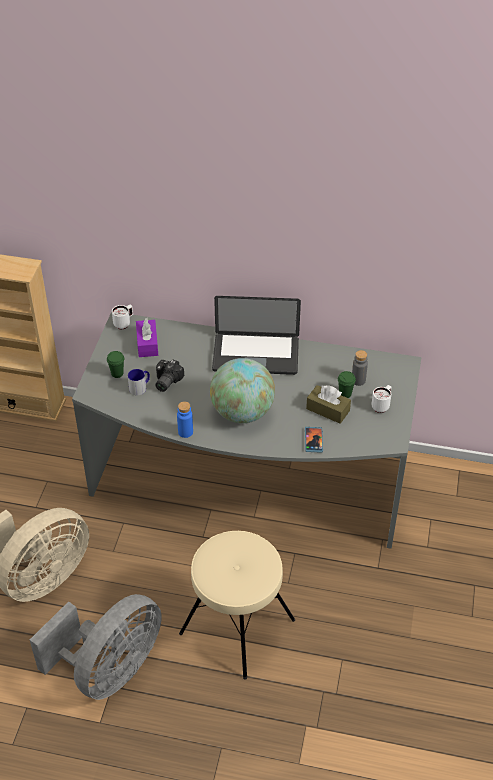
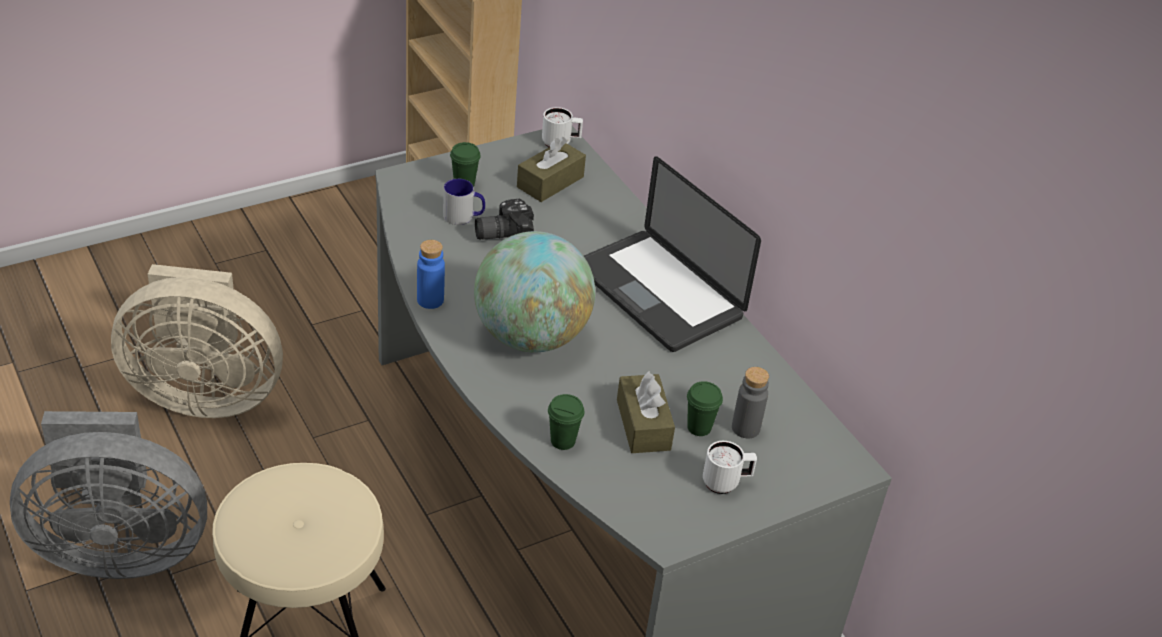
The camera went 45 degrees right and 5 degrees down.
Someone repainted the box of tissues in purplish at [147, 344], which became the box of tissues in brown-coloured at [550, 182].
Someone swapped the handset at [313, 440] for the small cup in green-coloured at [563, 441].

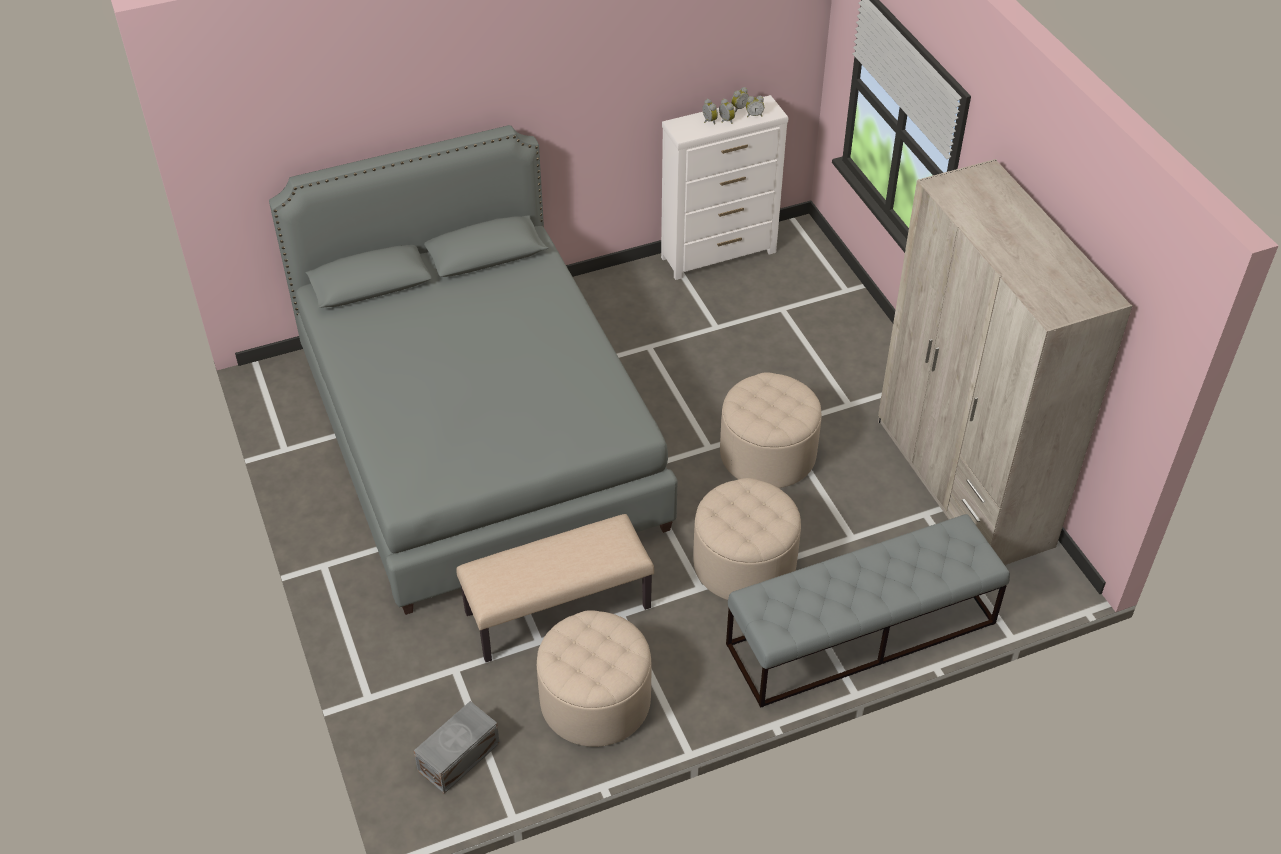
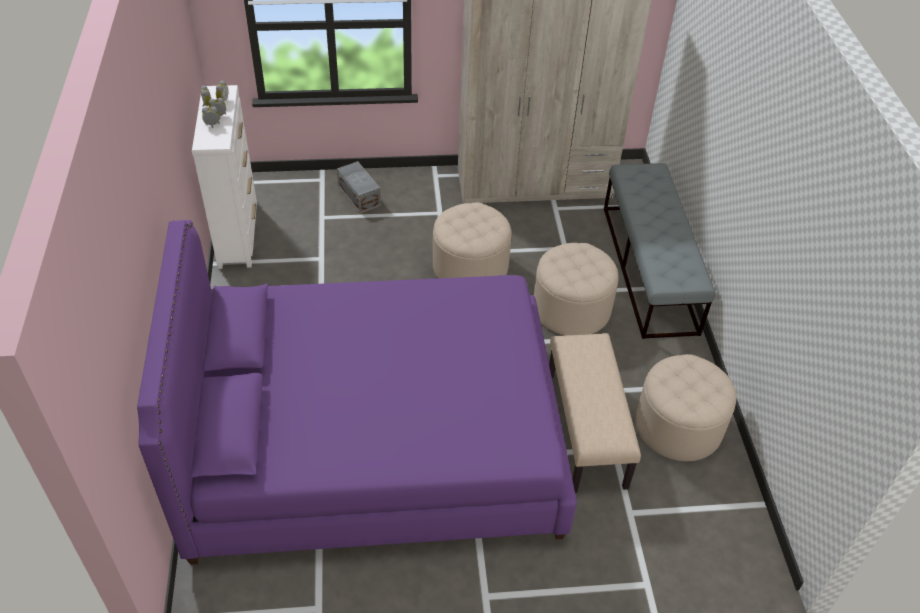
The camera went 75 degrees left and 0 degrees up.
Someone repainted the sleeping bed in grey at [479, 438], which became the sleeping bed in purplish at [374, 442].
Someone carried the storage container in grey from [460, 757] to [359, 195].

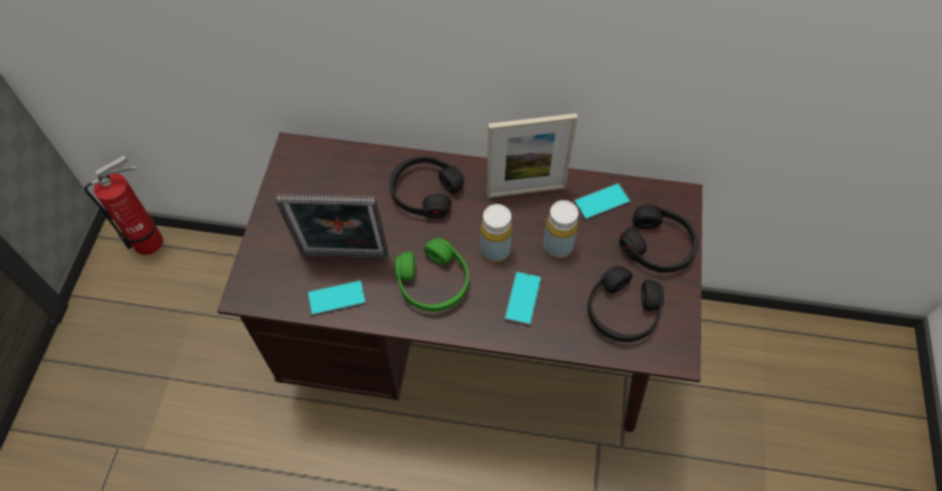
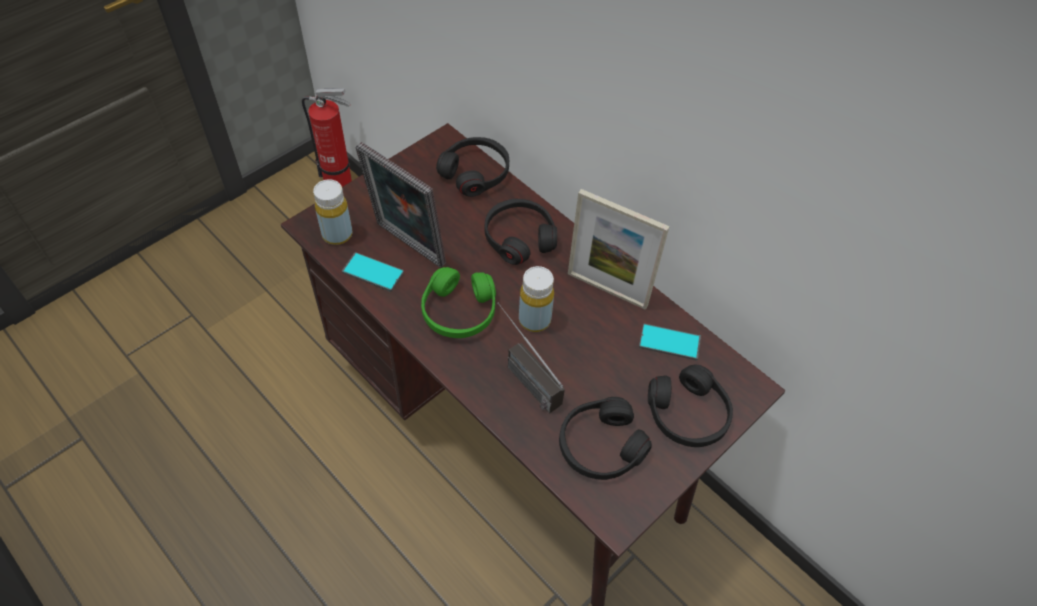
The camera went 35 degrees right and 5 degrees down.
Someone swapped the handset at [523, 299] for the radio at [521, 374].
Someone carried the drink bottle in yellow-coloured from [557, 246] to [337, 234].
Someone put down the headphones in black at [475, 172].

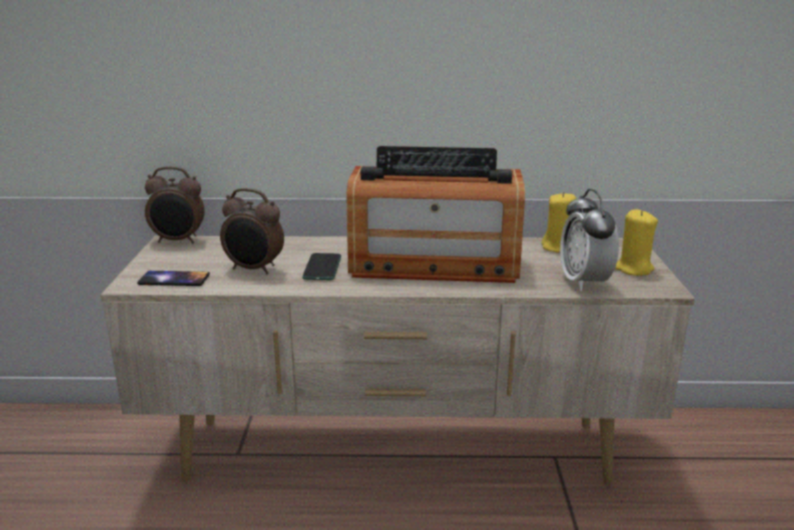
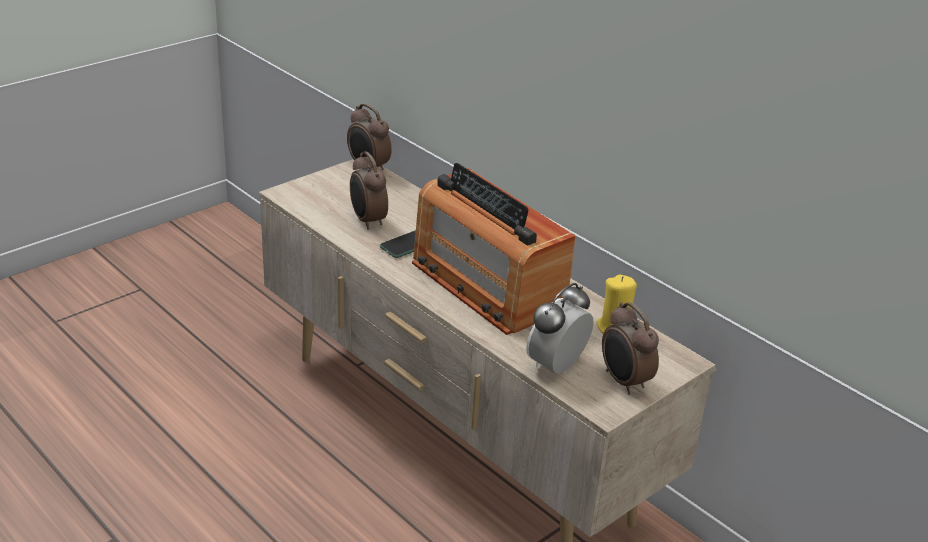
The camera went 45 degrees right and 10 degrees up.
Someone took away the handset at [174, 279].
Someone swapped the candle in yellow-coloured at [633, 269] for the alarm clock at [624, 382].

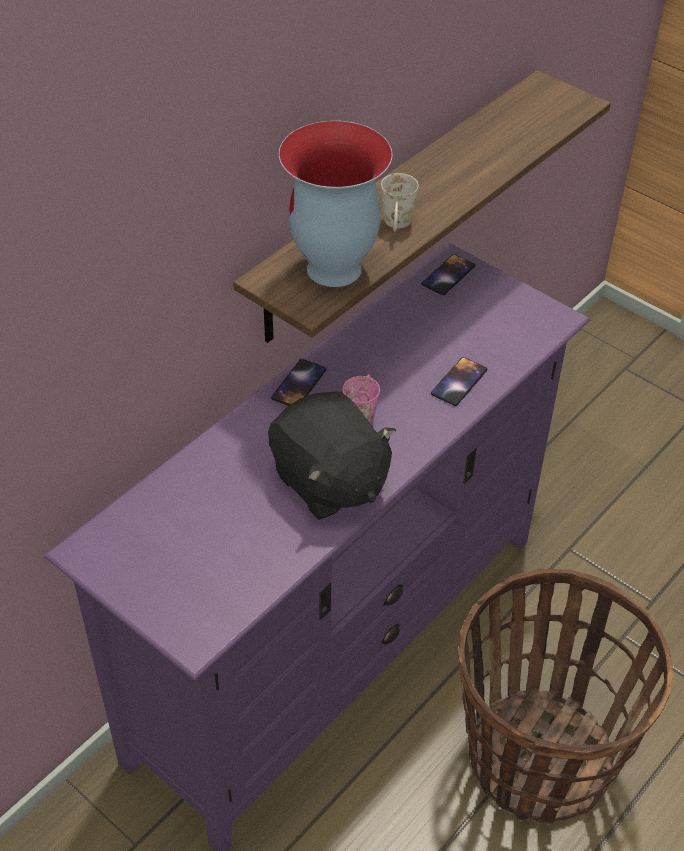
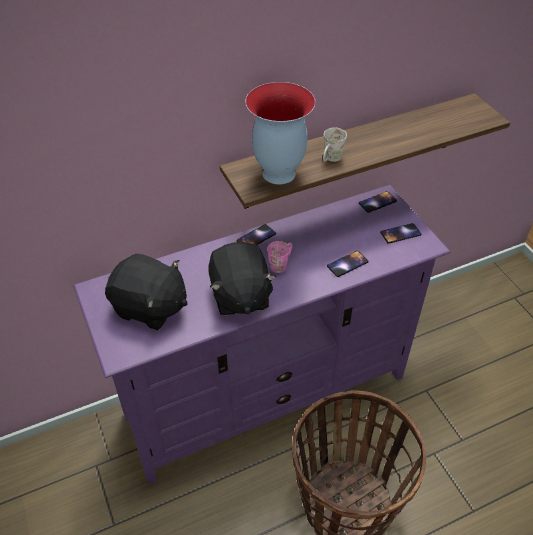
The camera went 25 degrees right and 0 degrees up.
Someone put down the soft toy in black at [150, 307].
Someone put down the handset at [400, 233].

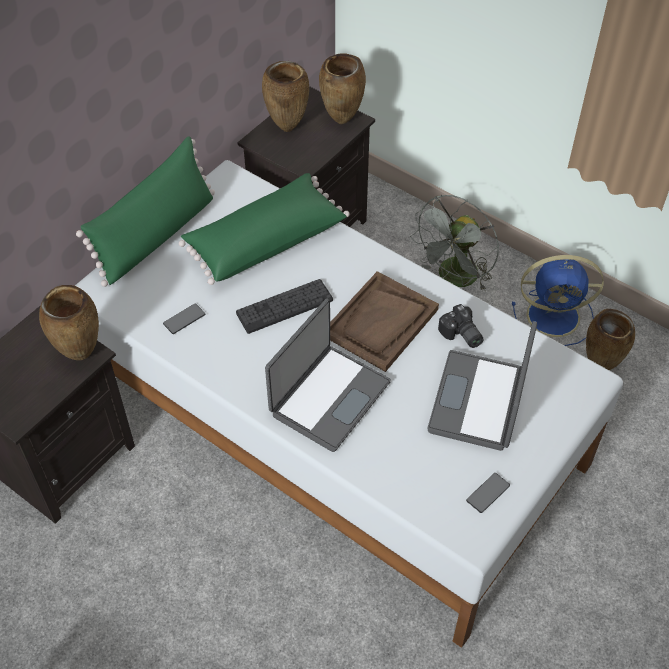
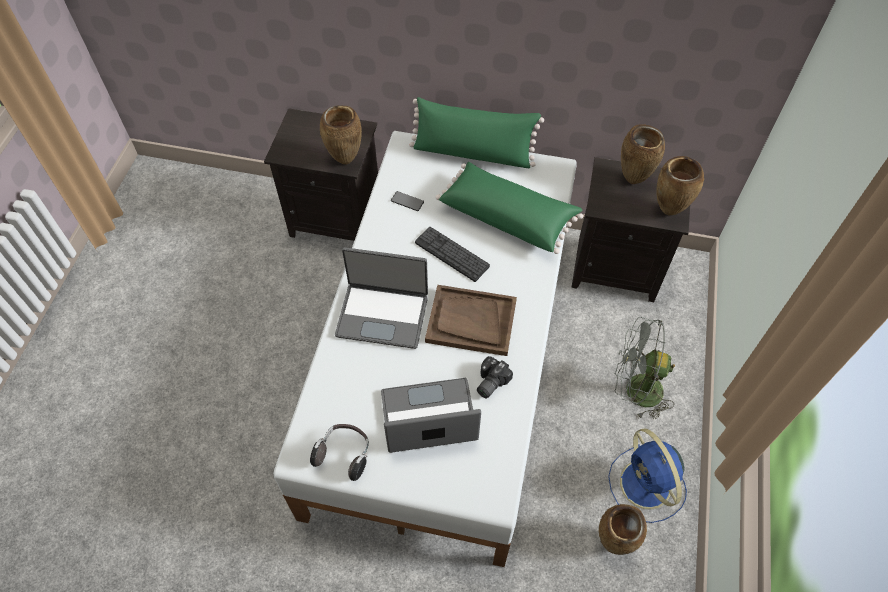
The camera went 65 degrees right and 5 degrees up.
Someone swapped the handset at [488, 493] for the headphones at [344, 454].

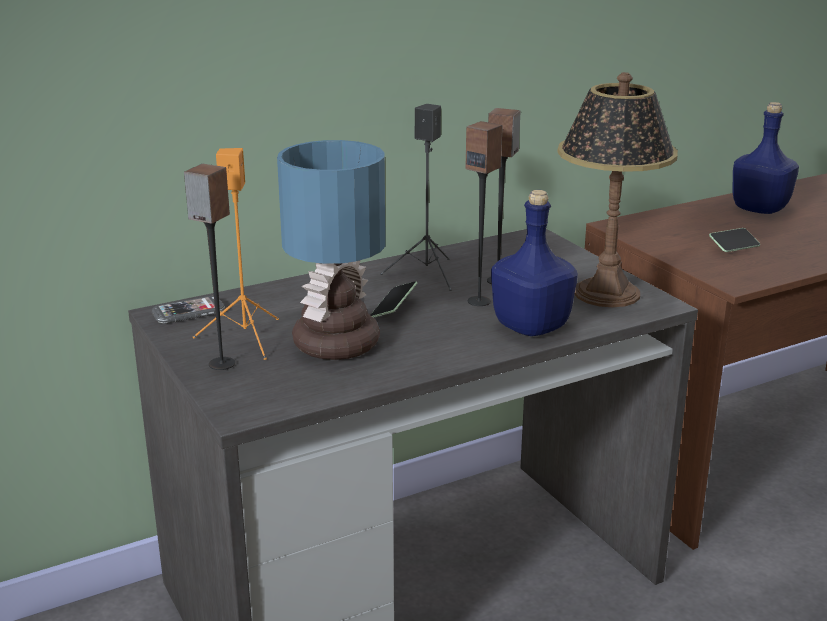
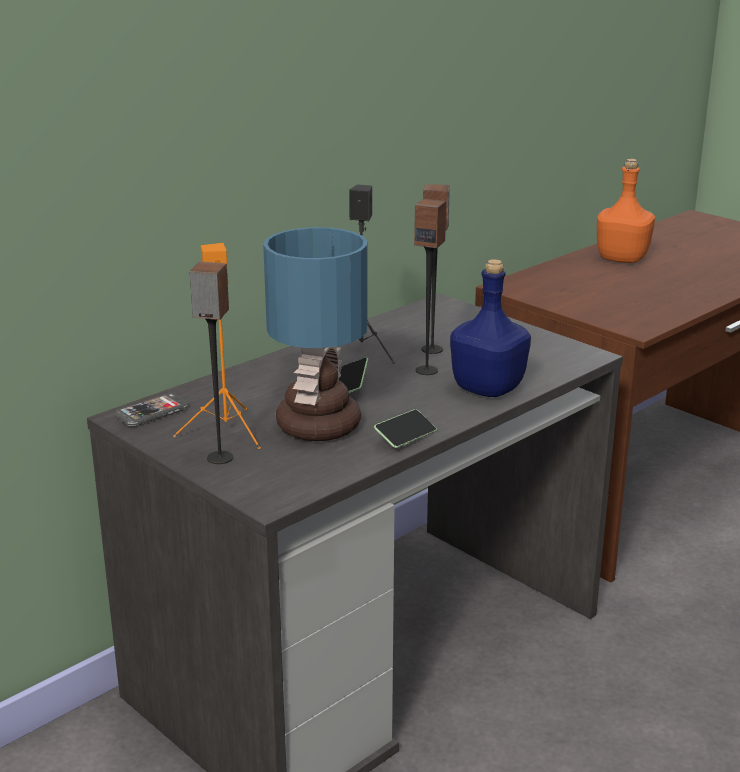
The camera went 15 degrees left and 0 degrees up.
Someone took away the table lamp at [606, 293].
Someone carried the handset from [733, 247] to [405, 437].
Someone repainted the drink bottle in bluish at [761, 209], which became the drink bottle in orangey at [623, 259].

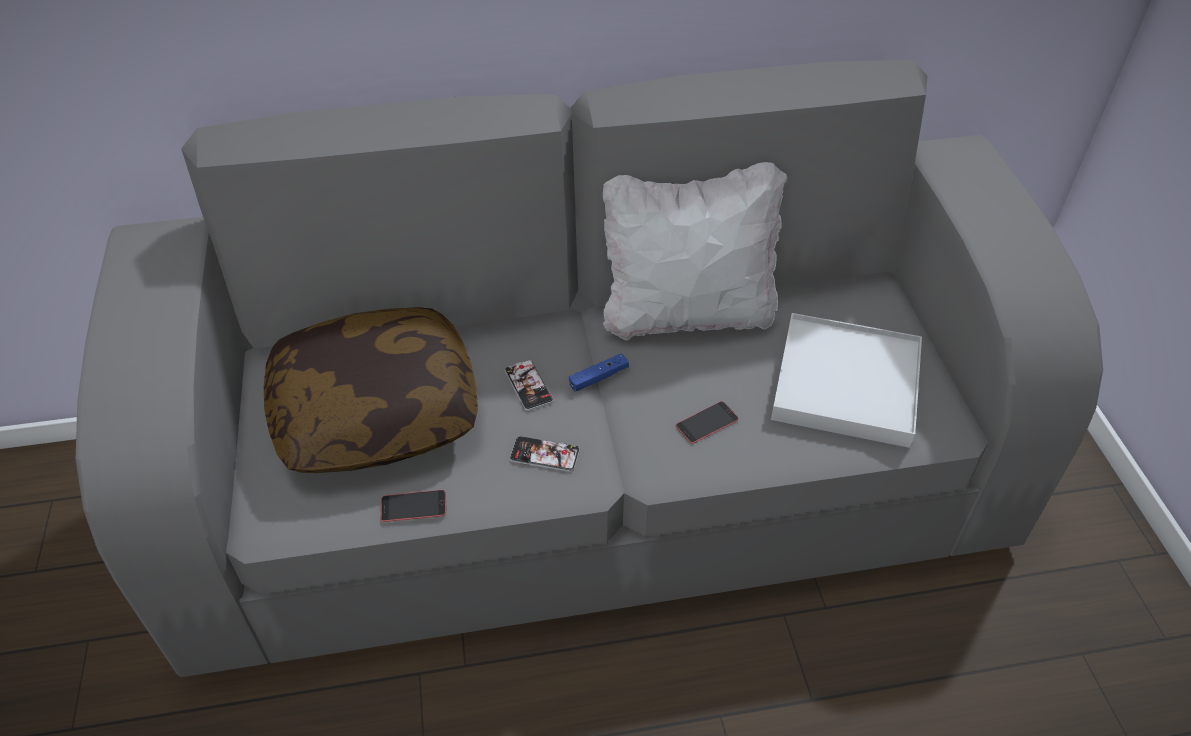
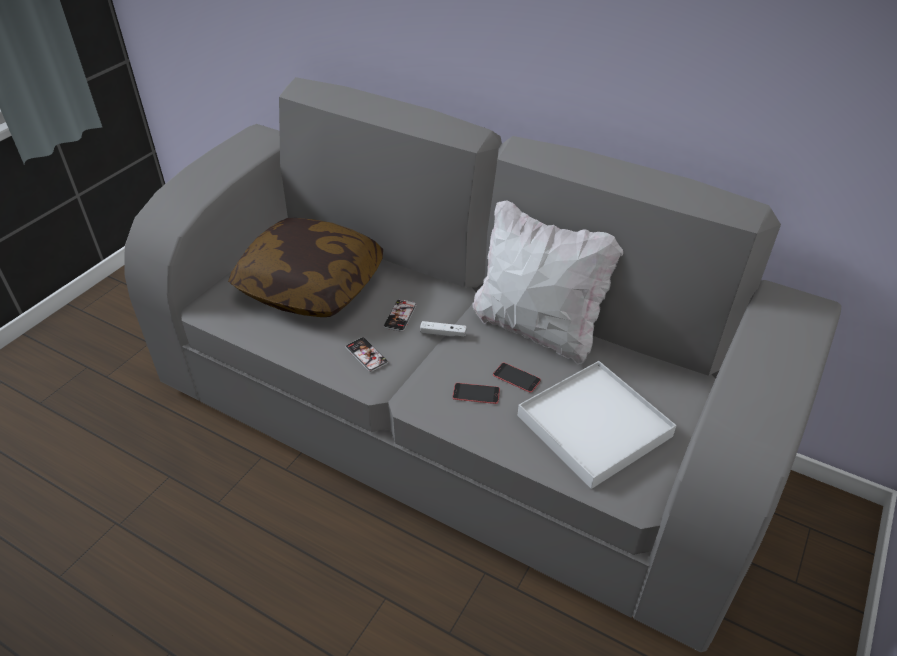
The camera went 40 degrees right and 5 degrees down.
Someone carried the handset from [413, 506] to [516, 378].
Someone repainted the game controller in bluish at [598, 377], which became the game controller in white-coloured at [443, 333].

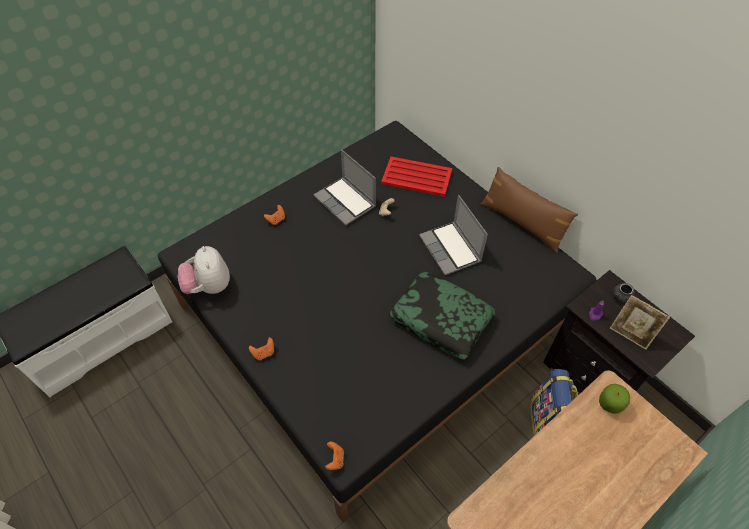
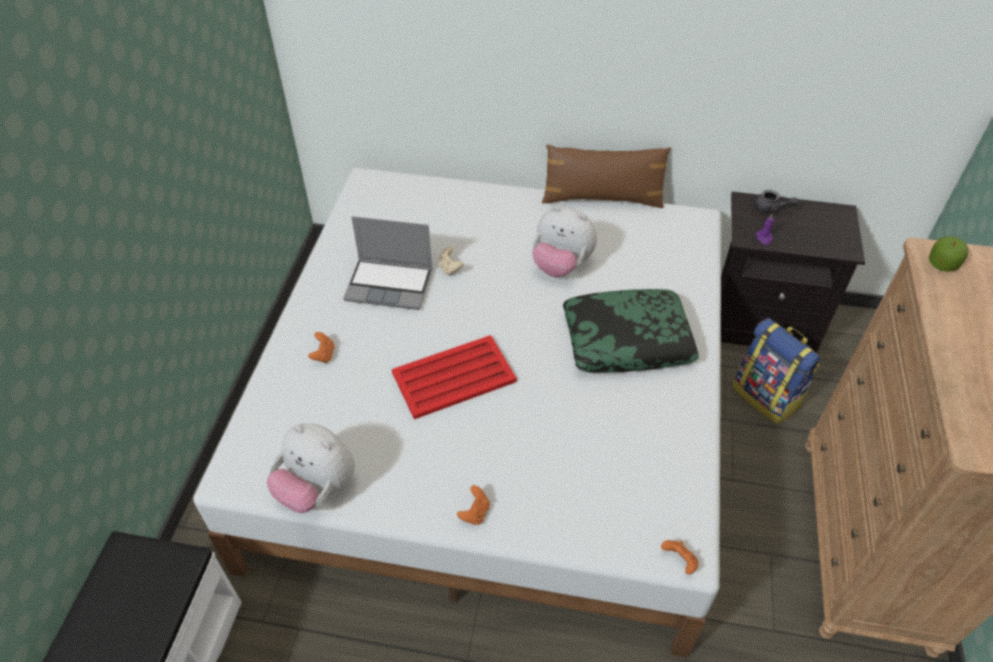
The camera went 40 degrees left and 5 degrees down.
Someone repainted the sleeping bed in black at [374, 316], which became the sleeping bed in white-coloured at [497, 413].
Someone carried the carrying tray in reddish from [417, 177] to [455, 377].
Someone swapped the portable computer at [451, 249] for the soft toy at [561, 265].
Someone took away the standing frame at [630, 334].

